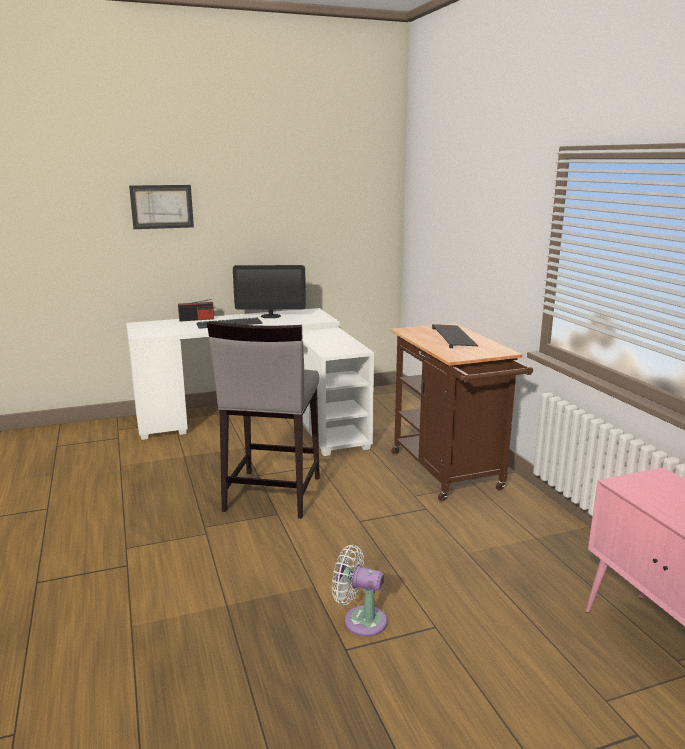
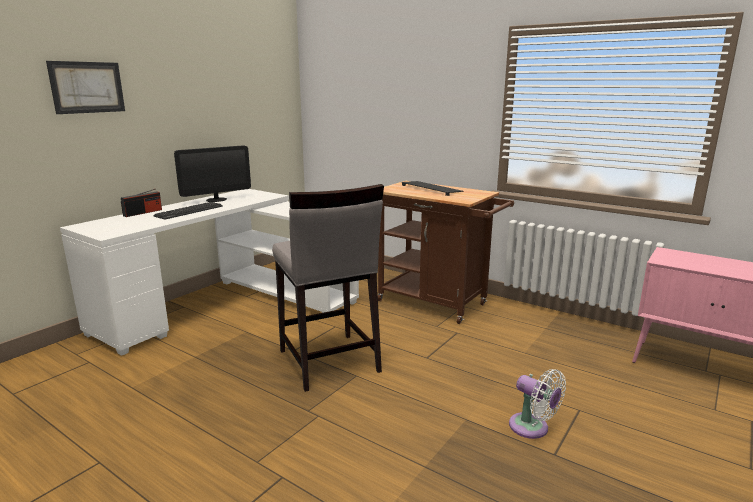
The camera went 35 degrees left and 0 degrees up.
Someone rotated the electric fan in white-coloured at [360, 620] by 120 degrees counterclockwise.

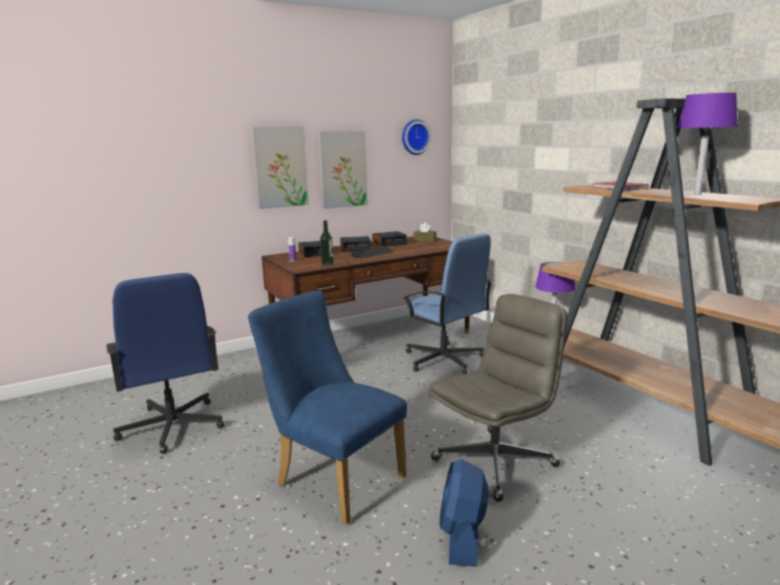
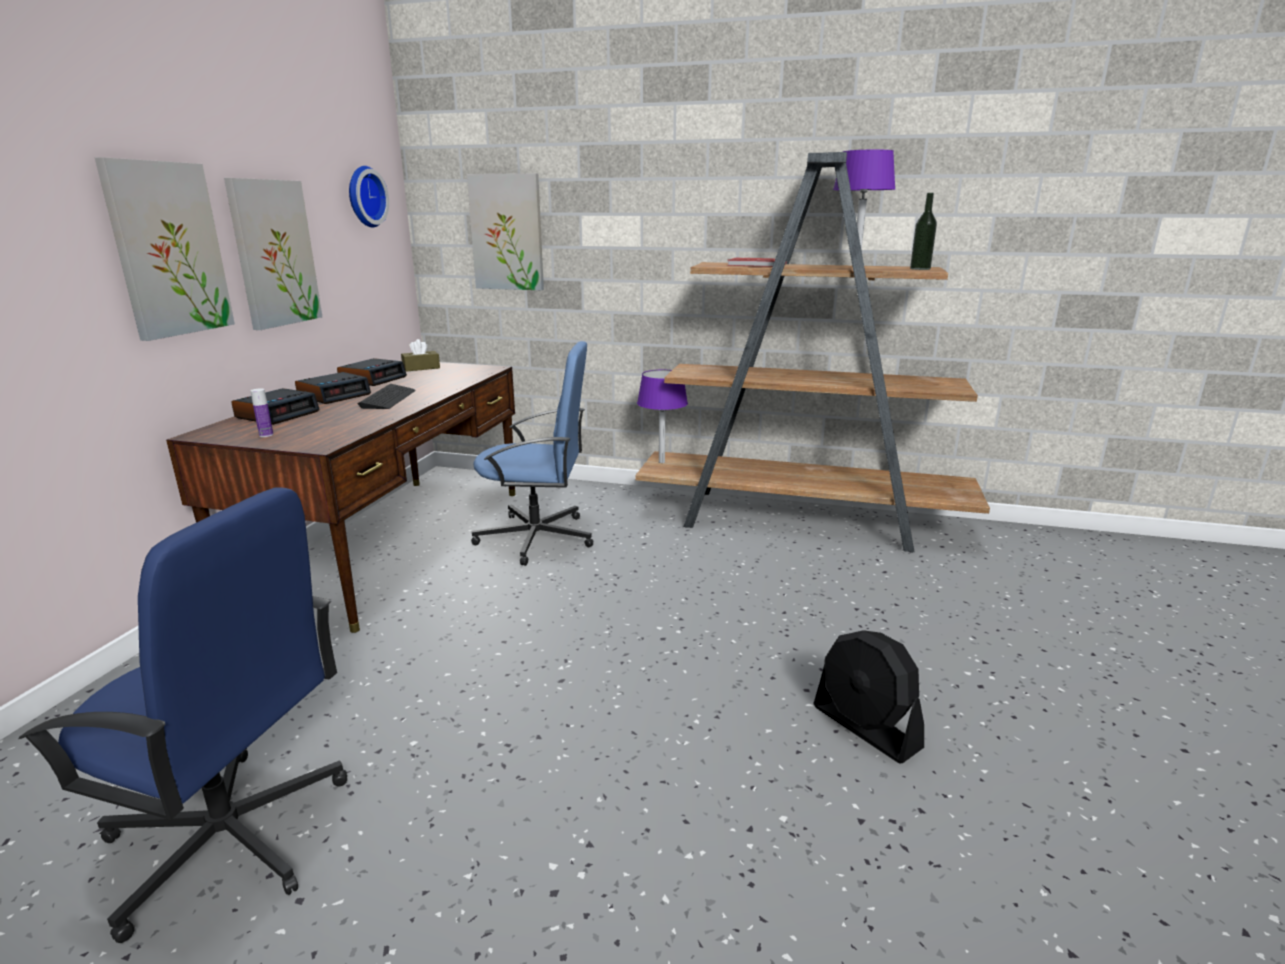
The camera went 45 degrees left and 5 degrees up.
Someone took away the chair in bluish at [333, 478].
Someone carried the drink bottle from [327, 265] to [920, 269].
Someone took away the computer chair in grey at [495, 462].
Someone repainted the electric fan in bluish at [462, 537], which became the electric fan in black at [866, 727].
Someone put up the wall art at [507, 232].

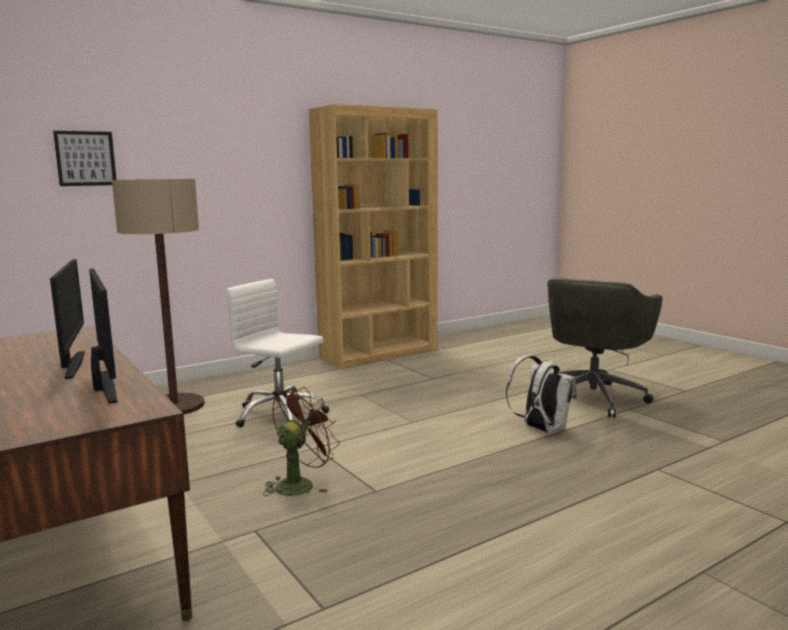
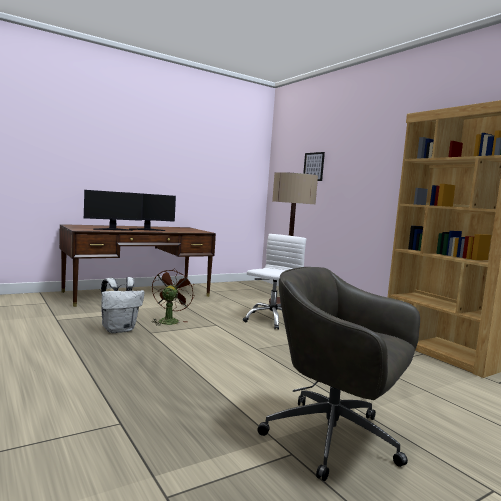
The camera went 90 degrees right and 5 degrees down.
Someone rotated the electric fan in brown-coloured at [300, 484] by 120 degrees counterclockwise.
Someone carried the knapsack in white-coloured from [541, 429] to [119, 330].

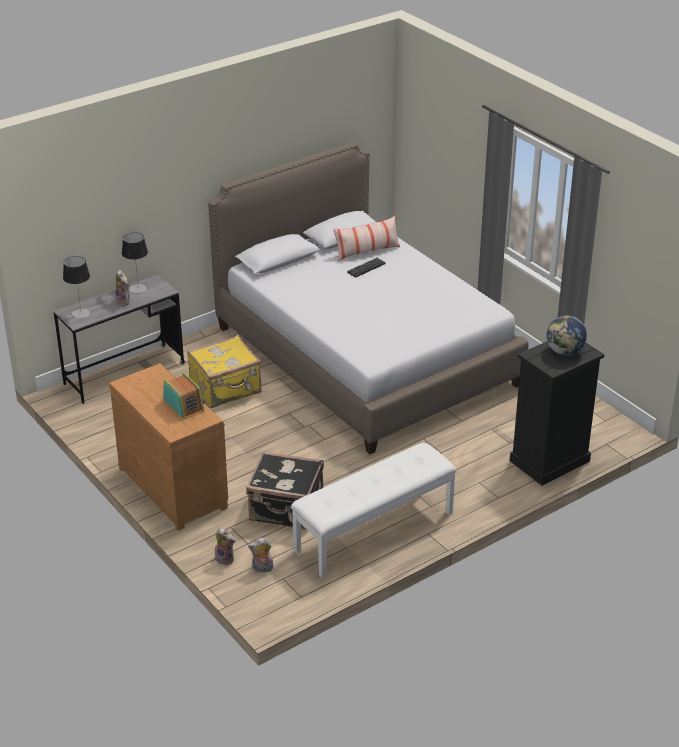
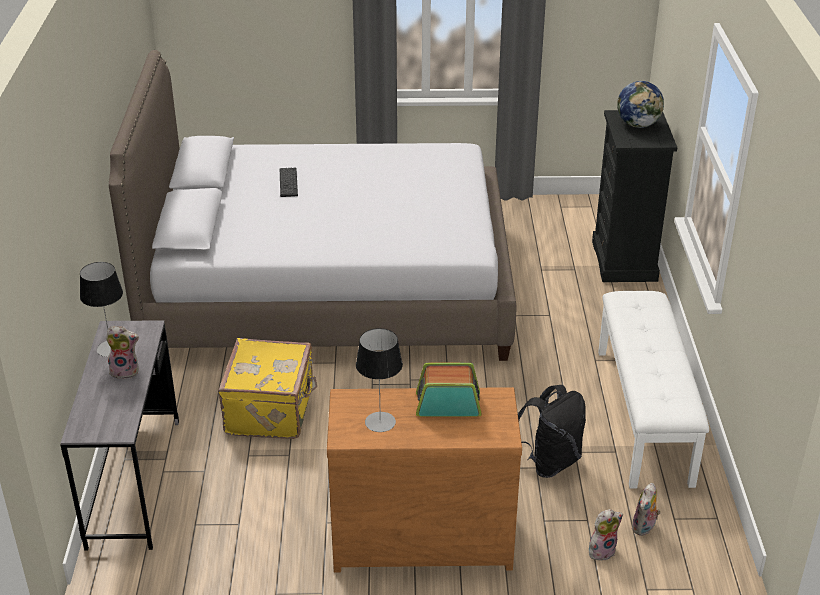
The camera went 55 degrees left and 0 degrees up.
Someone carried the table lamp from [81, 313] to [380, 422].
Someone swapped the travel case in black at [286, 509] for the knapsack in black at [549, 462].
Someone took away the cushion at [367, 252].

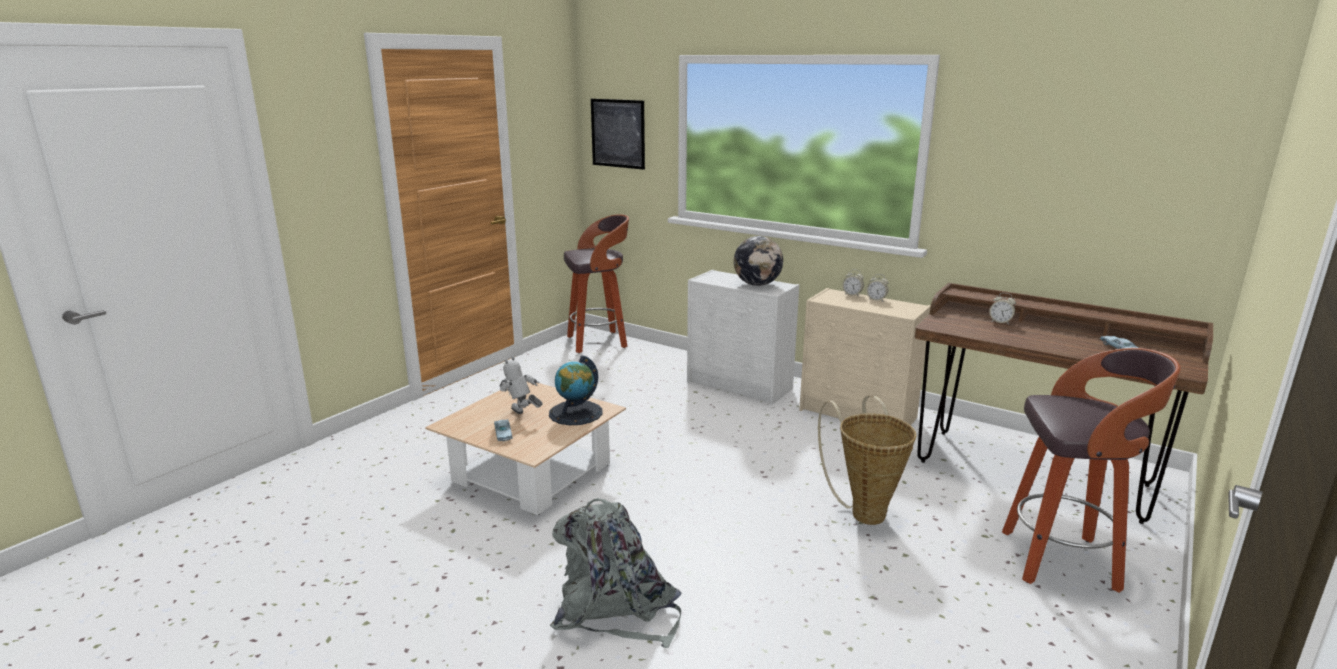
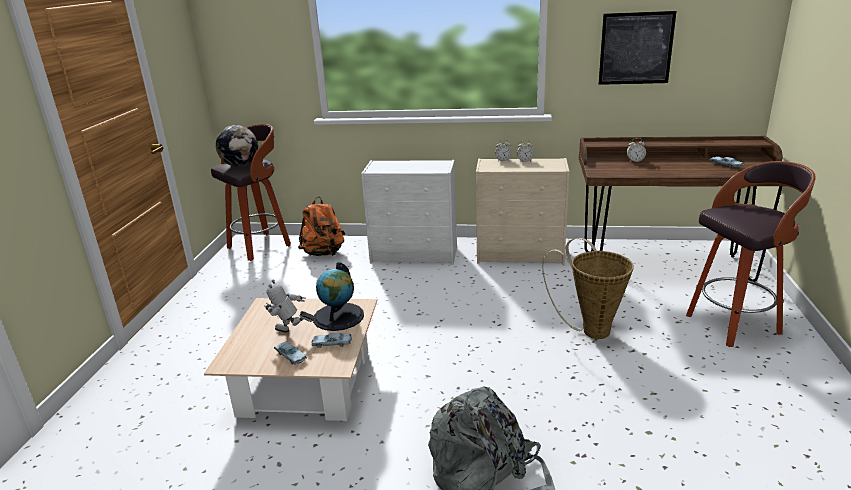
The camera went 25 degrees left and 5 degrees up.
Someone carried the wall art from [618, 133] to [636, 48].
Someone carried the desk globe from [757, 284] to [240, 165].
Someone put down the knapsack in orangey at [324, 253].
Someone put down the miniature car in bluish at [332, 343].

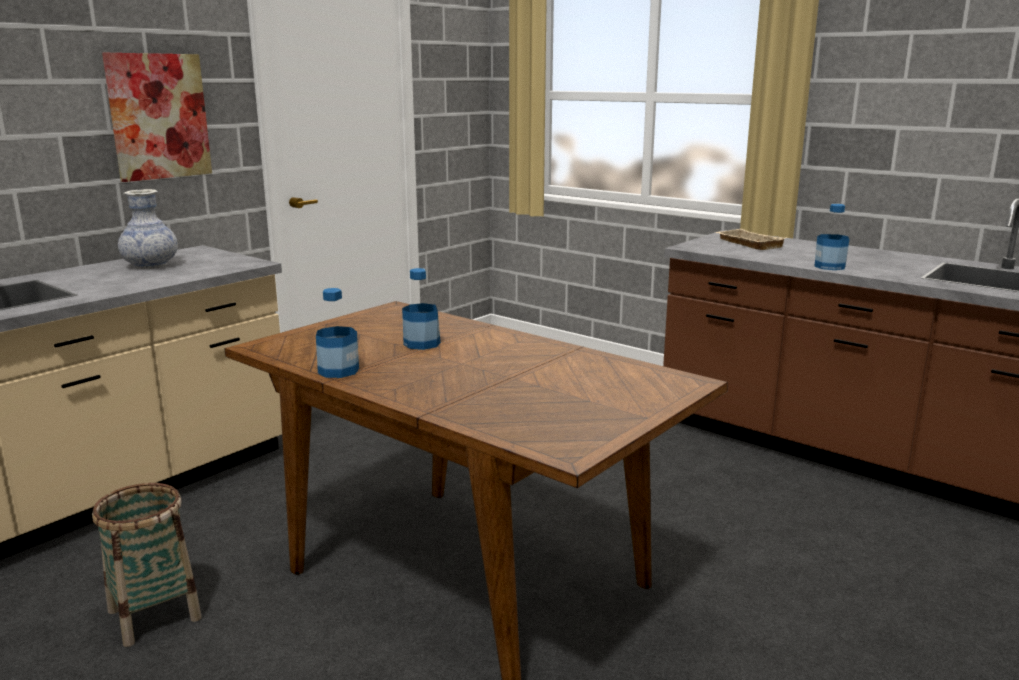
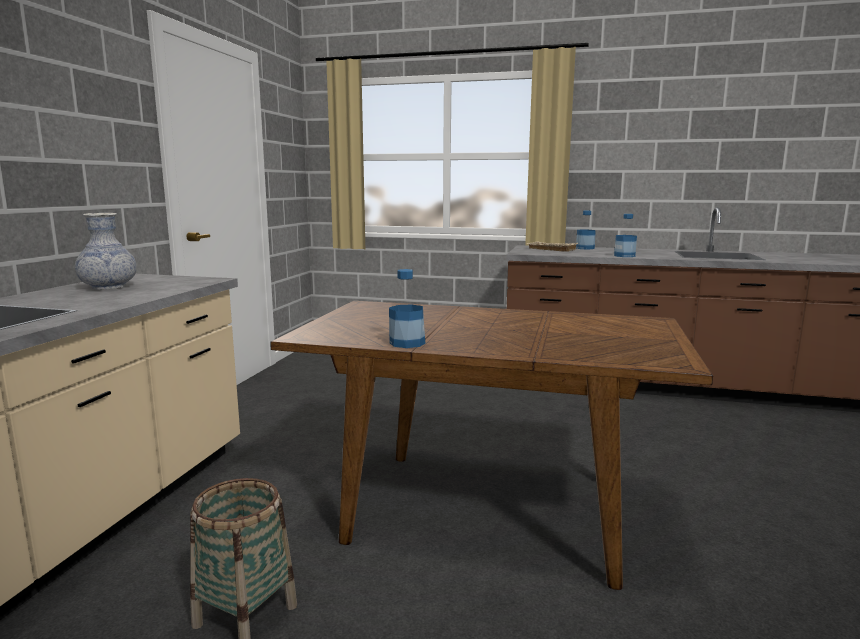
The camera went 25 degrees left and 5 degrees down.
Someone took away the wall art at [158, 116].
Someone carried the drink bottle from [422, 343] to [585, 248].

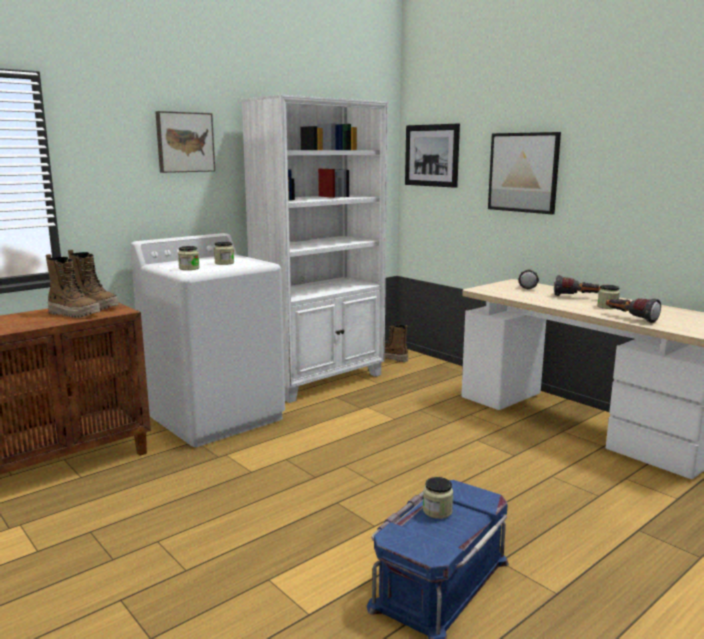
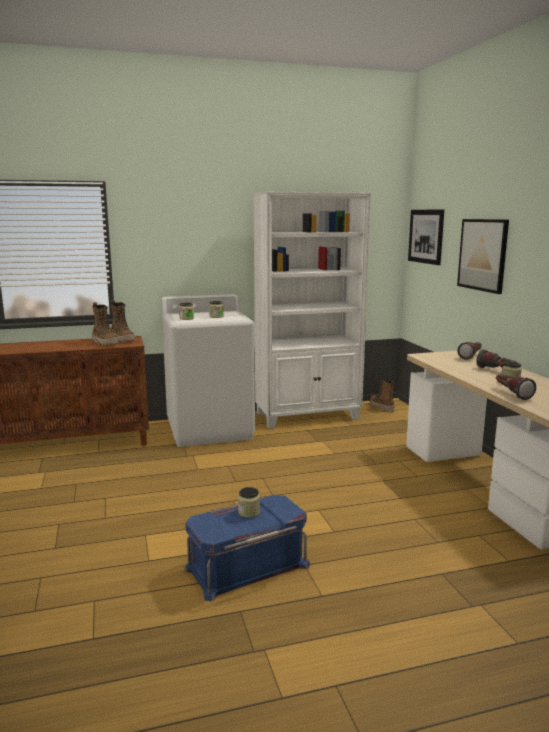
The camera went 25 degrees right and 0 degrees up.
Someone took away the wall art at [184, 142].

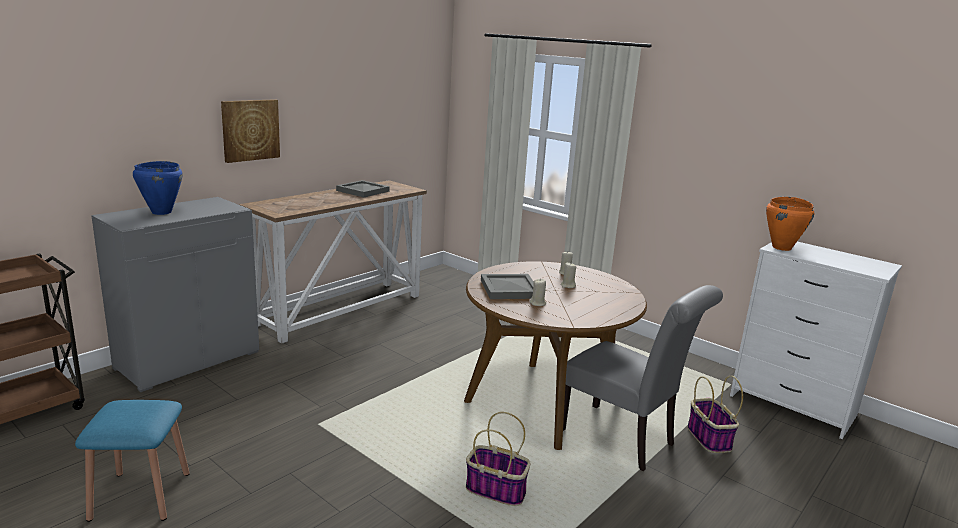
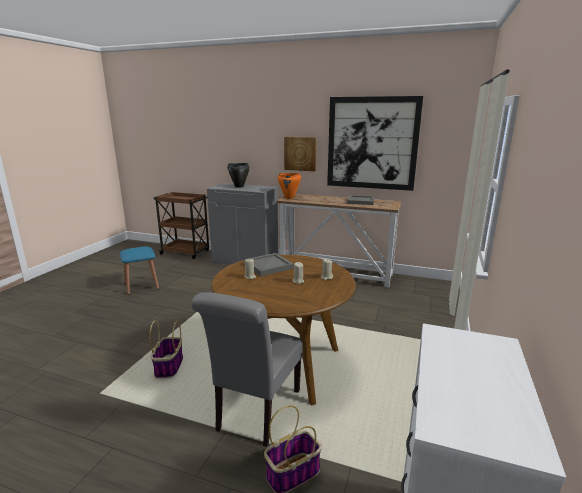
The camera went 70 degrees right and 0 degrees up.
Someone repainted the saucepot in bluish at [161, 212], which became the saucepot in black at [239, 186].
Someone carried the saucepot in orangey from [782, 248] to [289, 198].
Someone put up the wall art at [372, 143].

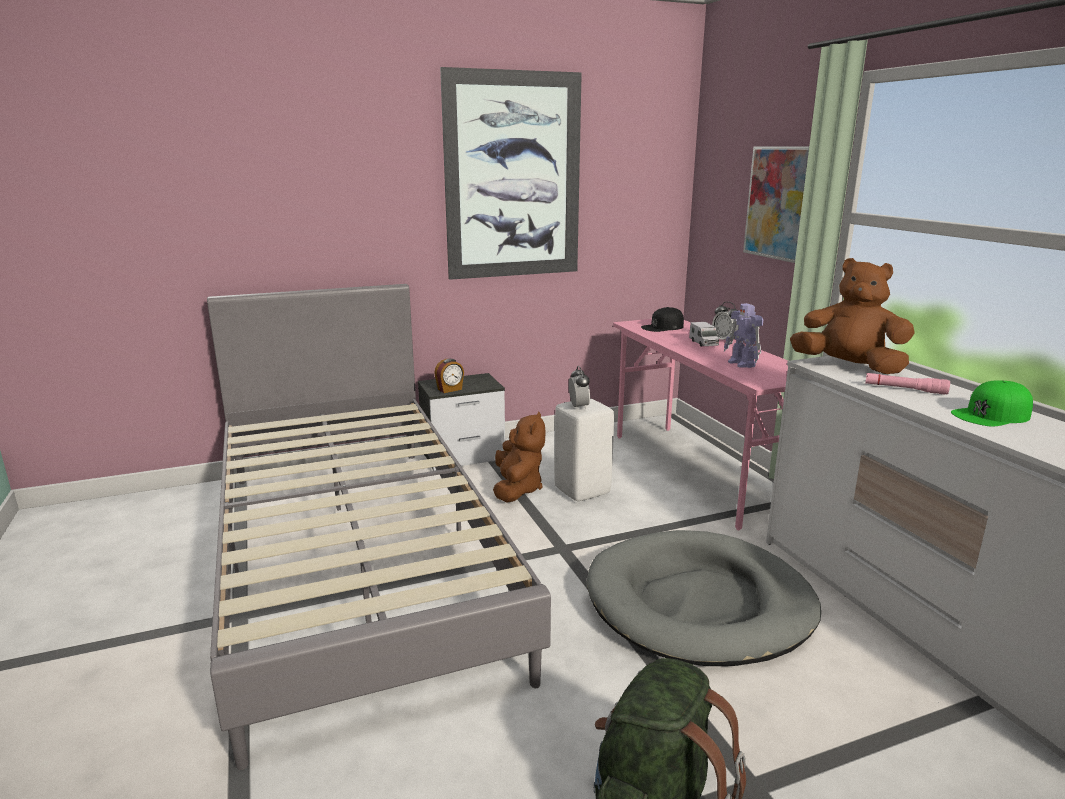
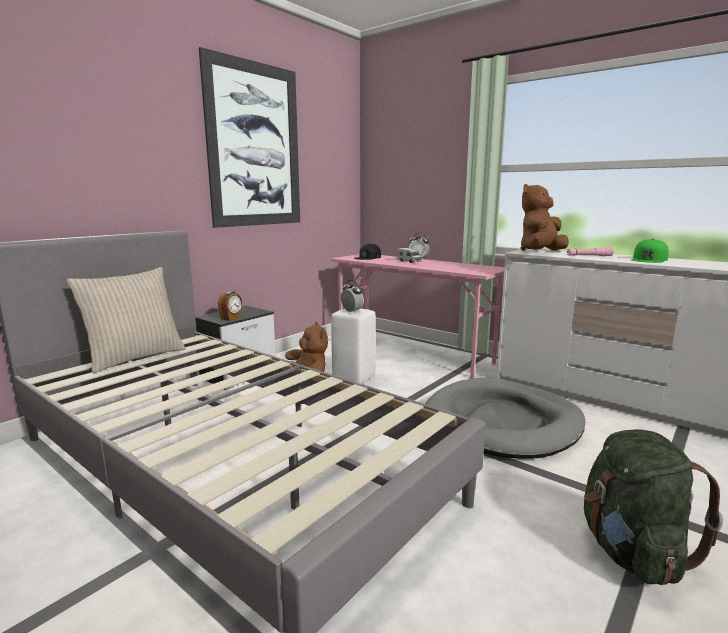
The camera went 30 degrees left and 5 degrees down.
Someone took away the model robot at [742, 364].
Someone took away the wall art at [778, 203].
Someone rotated the soft toy in brown-coloured at [849, 367] by 45 degrees counterclockwise.
Someone put down the cushion in beige-coloured at [135, 357].

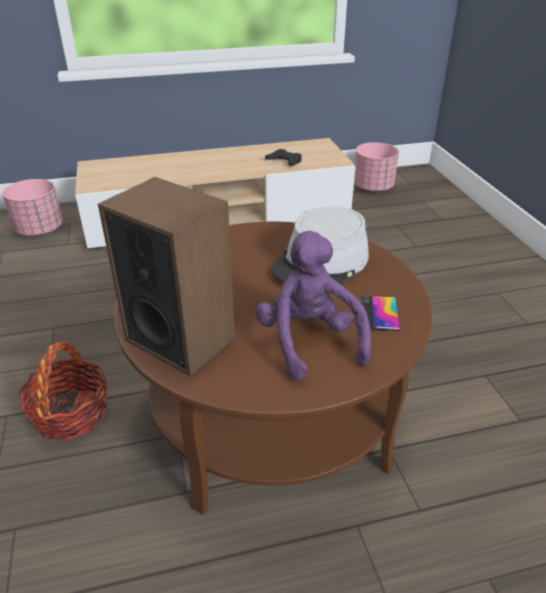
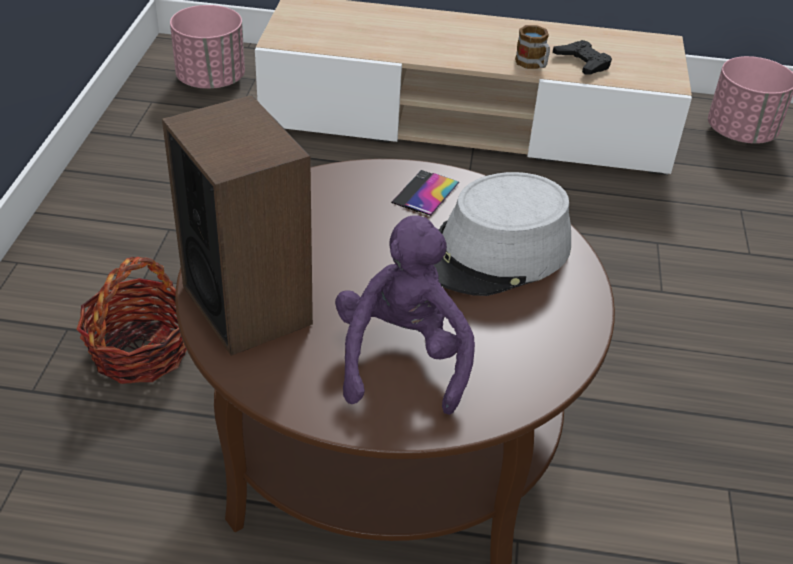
The camera went 20 degrees right and 5 degrees up.
Someone carried the handset from [379, 313] to [425, 193].
Someone put down the coffee mug at [533, 64].

